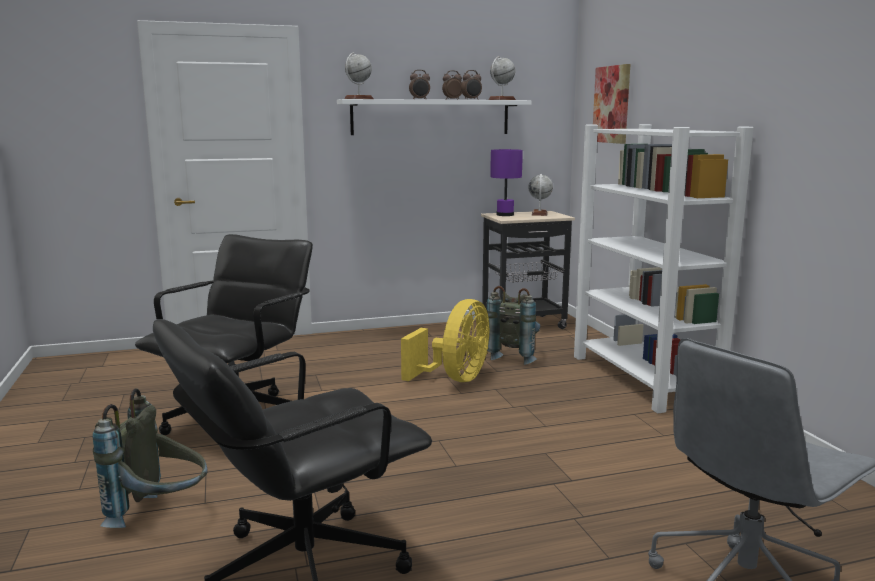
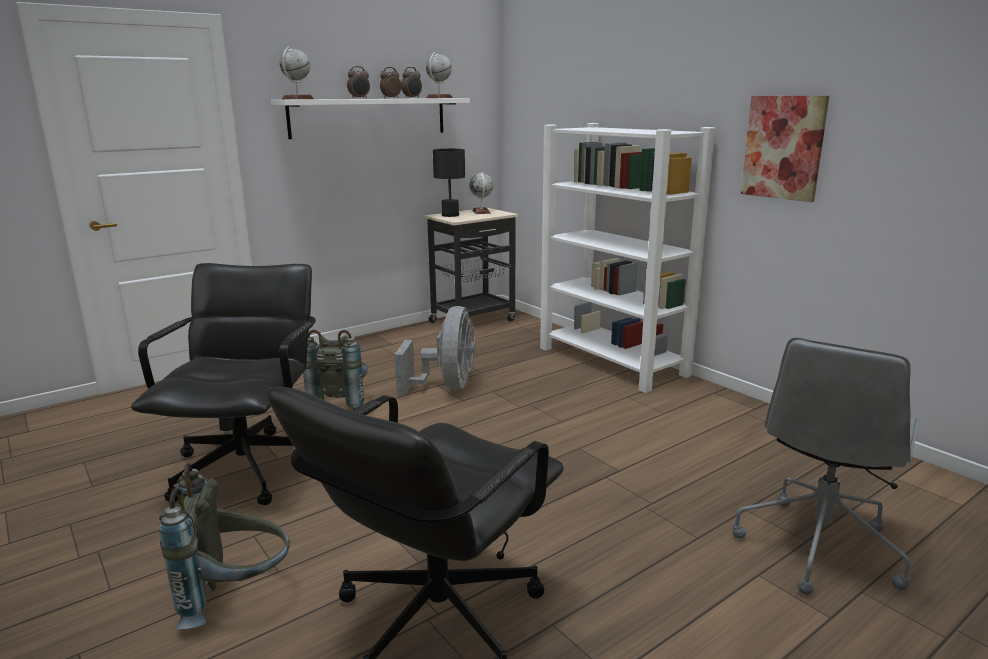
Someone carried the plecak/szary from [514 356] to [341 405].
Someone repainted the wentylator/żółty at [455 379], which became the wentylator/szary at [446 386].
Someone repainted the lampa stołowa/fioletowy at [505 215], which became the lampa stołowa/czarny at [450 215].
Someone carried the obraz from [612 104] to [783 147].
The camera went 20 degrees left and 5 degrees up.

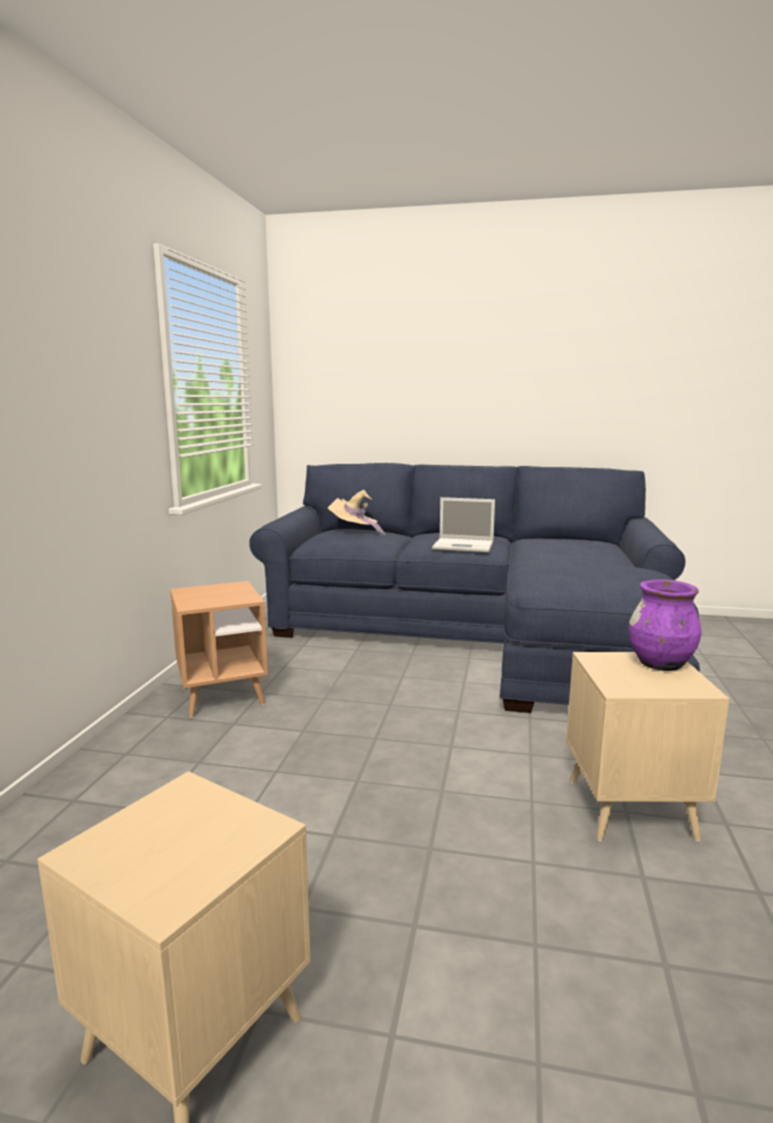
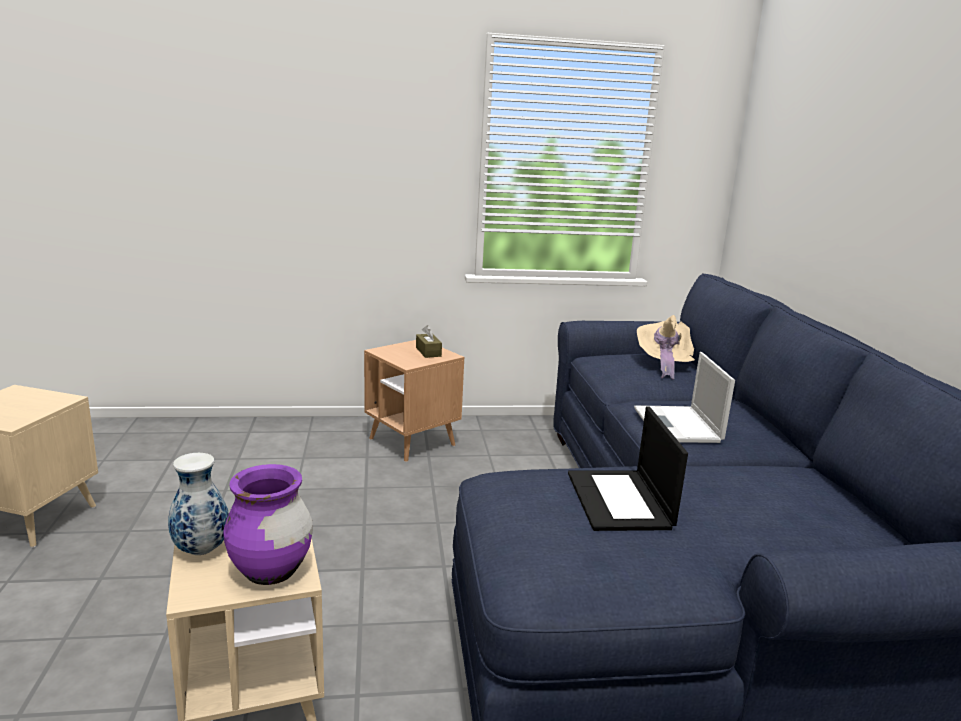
Someone put down the wazon at [200 549].
Someone put down the pudełko chusteczek/brązowy at [428 352].
Someone put down the laptop at [620 501].
The camera went 70 degrees right and 5 degrees up.

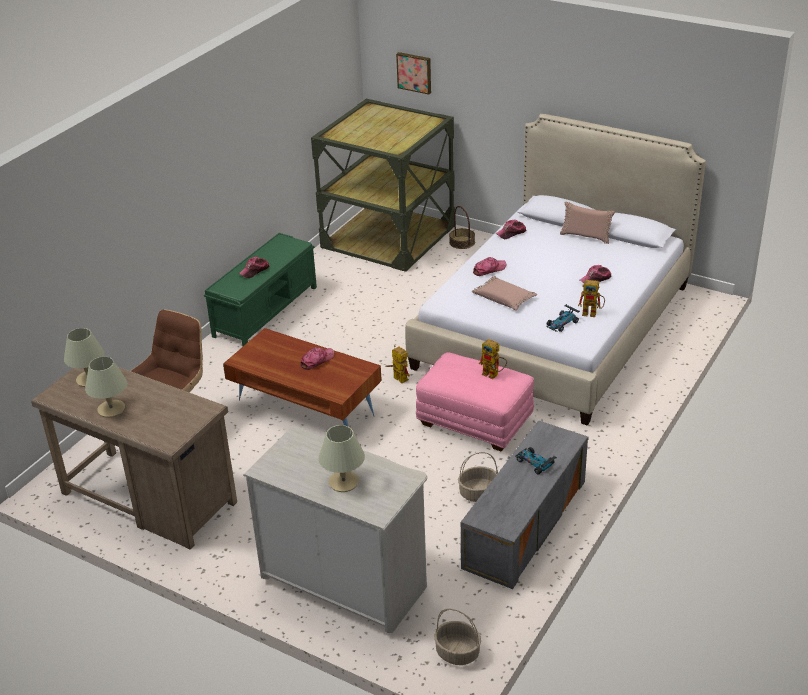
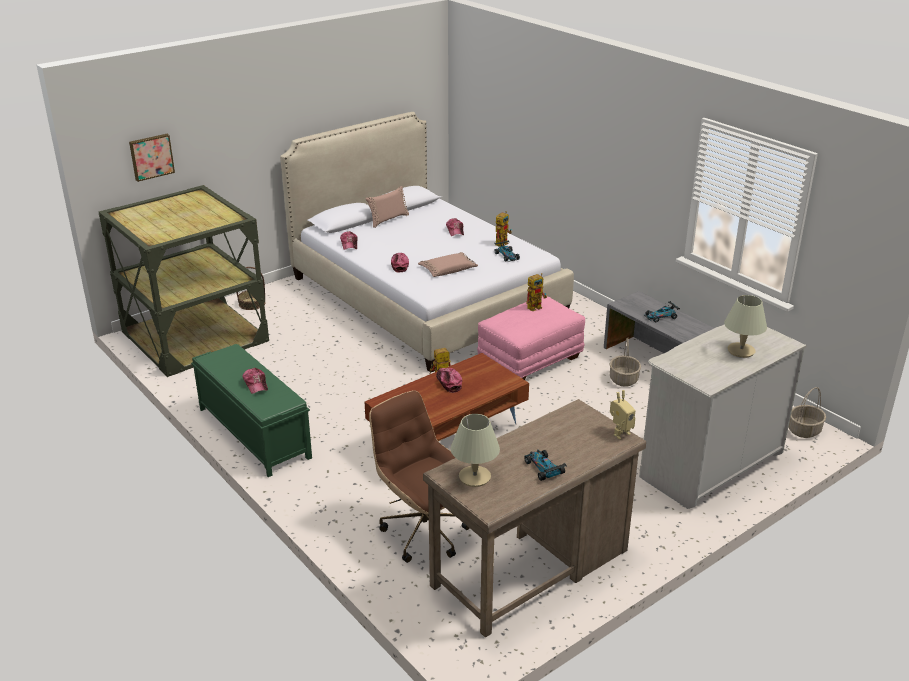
Someone swapped the lampa stołowa/beżowy at [111 409] for the samochodzik at [543 468].
Someone put down the robot zabawkowy at [620 433].
The camera went 70 degrees left and 5 degrees down.

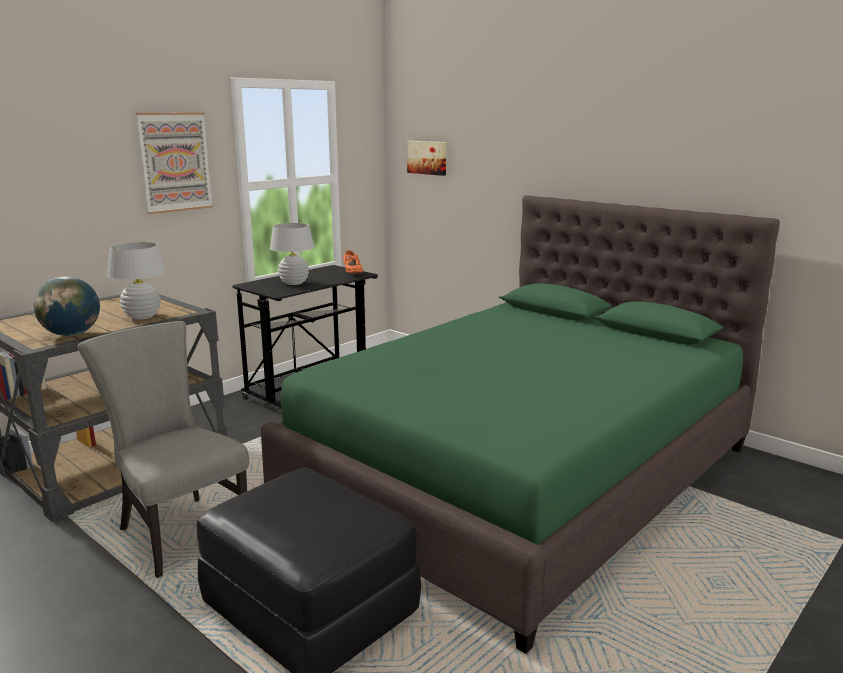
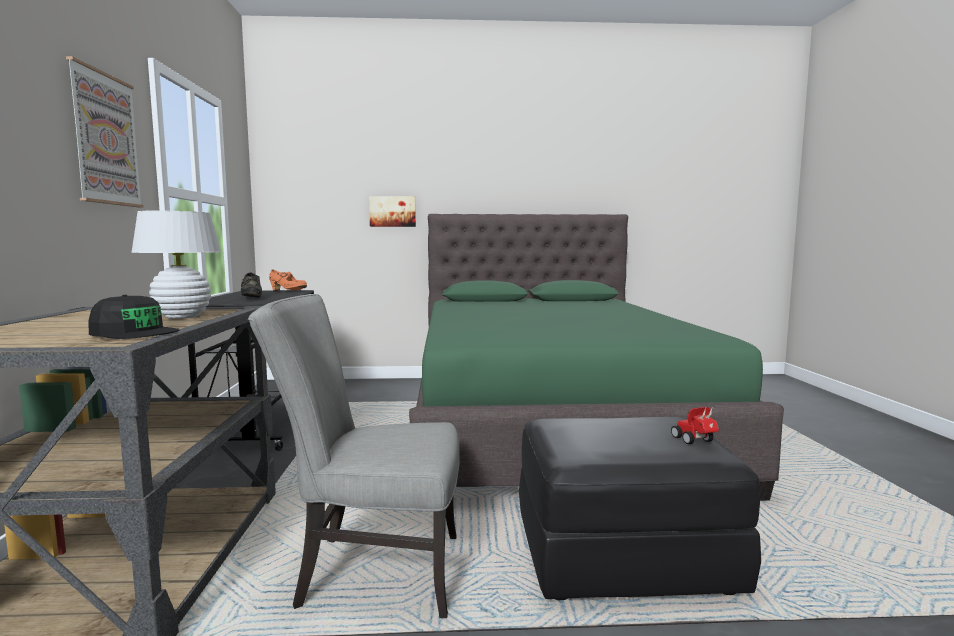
Someone swapped the globus at [71 334] for the czapka z daszkiem/czarny at [135 332].
Someone swapped the lampa stołowa/biały at [294 283] for the but/czarny at [252 298].
Someone carried the obraz from [427 157] to [392 211].
Someone put down the samochodzik at [696 441].
The camera went 45 degrees left and 10 degrees down.

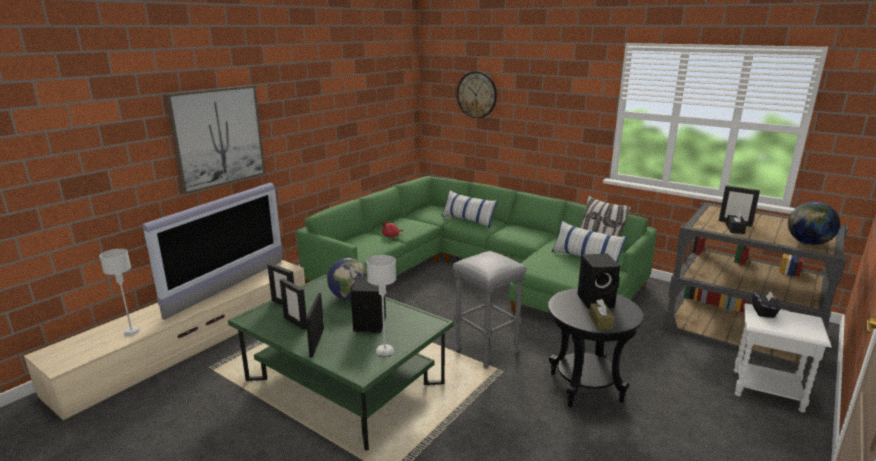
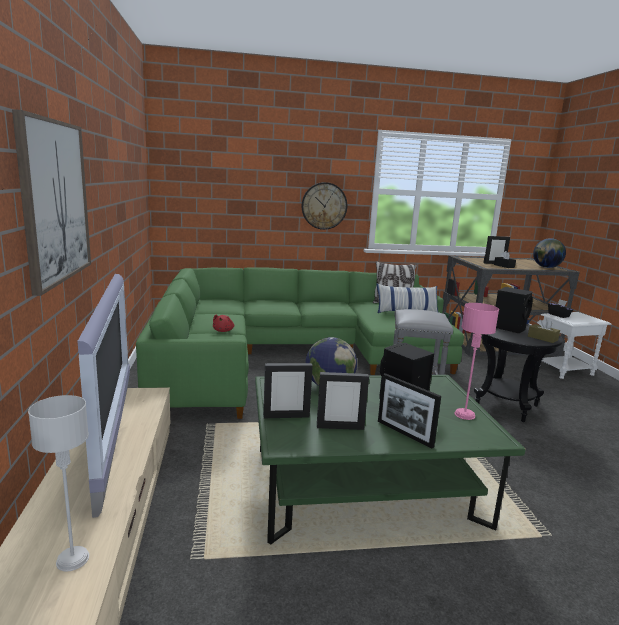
Someone carried the zegar ścienny from [477 94] to [324 206].
Someone repainted the lampa stołowa/szary at [384 350], which became the lampa stołowa/różowy at [464 414].
Someone took away the poduszka at [468 220].
The camera went 45 degrees left and 5 degrees down.

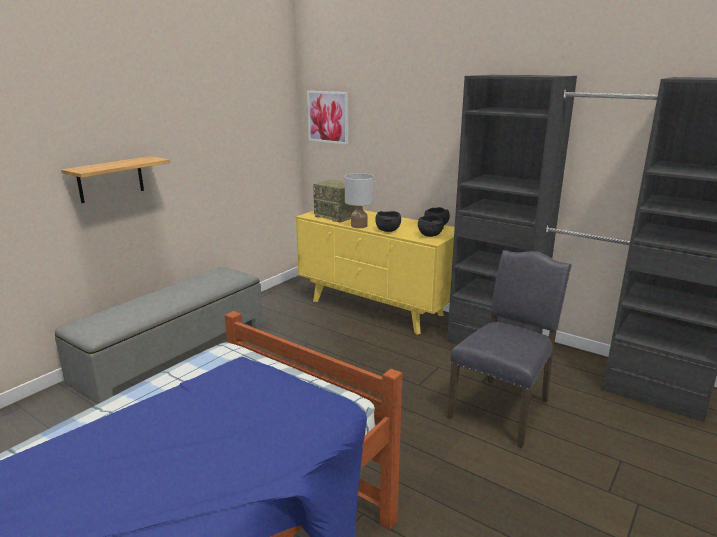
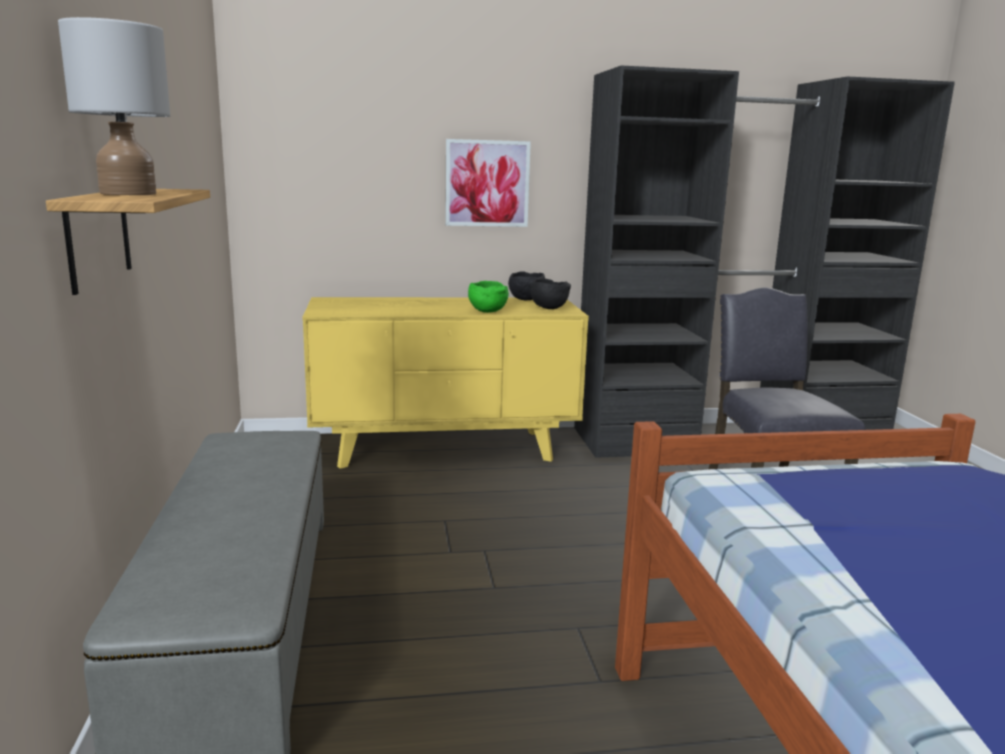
Someone carried the lampa stołowa/szary from [359 226] to [129 194].
Someone carried the obraz from [328 117] to [487 183].
Someone repainted the miska/czarny at [388 230], which became the miska/zielony at [486 311].
Someone took away the radio at [337 216].
The camera went 45 degrees left and 5 degrees down.

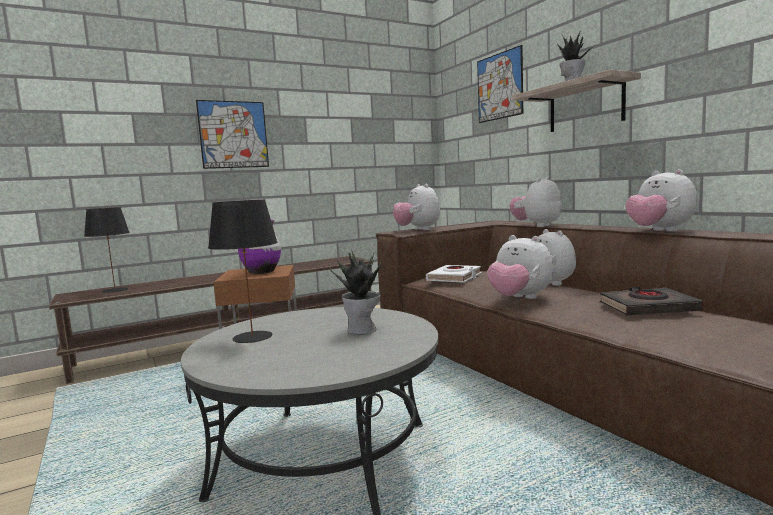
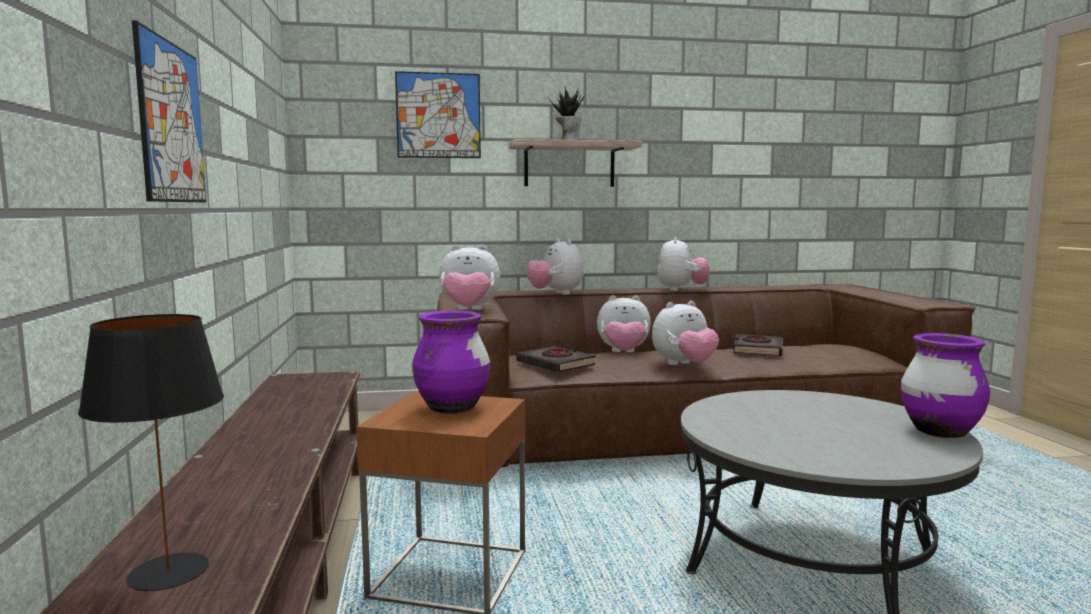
Someone repainted the książka/biały at [454 278], which became the książka/czarny at [555 364].
Someone rotated the pluszak at [659 231] by 75 degrees counterclockwise.
Someone put down the wazon/fioletowy at [940 432].
Someone took away the lampa stołowa/czarny at [253 337].
Someone took away the roślina doniczkowa at [363 330].
The camera went 70 degrees left and 0 degrees up.

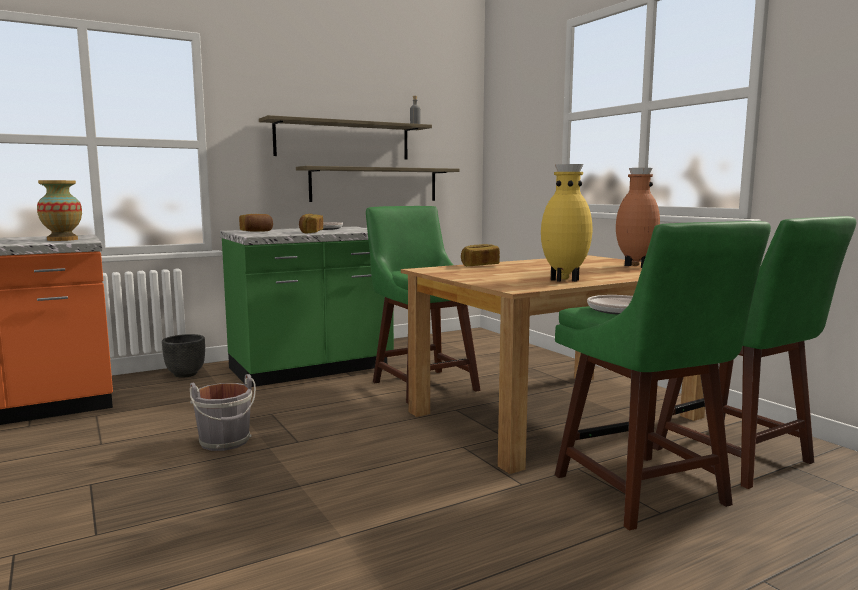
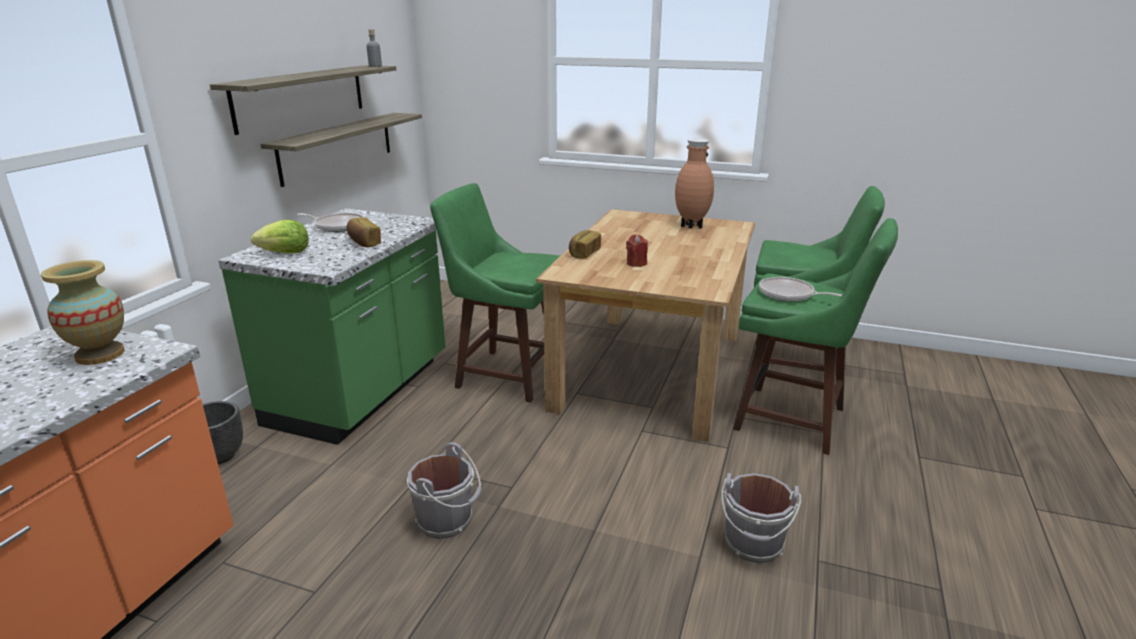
Someone swapped the chleb at [257 231] for the sałata at [285 253].
Someone put down the świeca/czerwony at [636 263].
Someone put down the wiadro/szary at [753 545].
Someone took away the wazon/żółty at [564 280].
The camera went 40 degrees left and 15 degrees up.

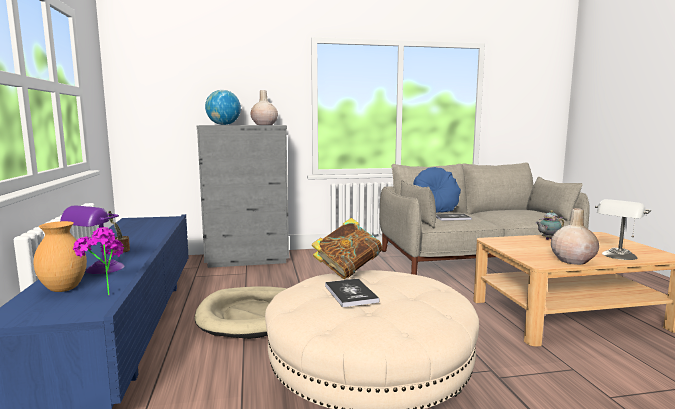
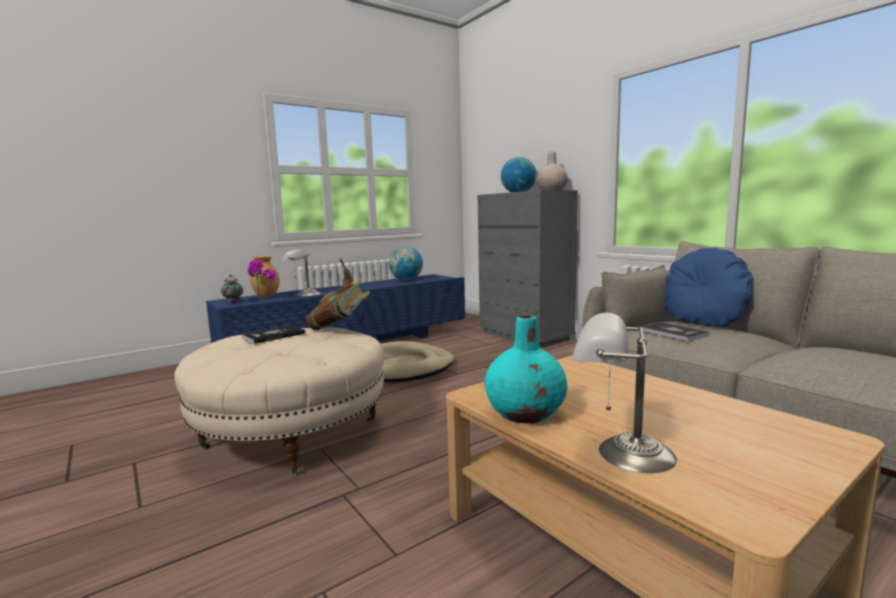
Someone carried the imbryk from [548 239] to [233 302].
Someone repainted the lampa stołowa/fioletowy at [99 270], which became the lampa stołowa/biały at [303 294].
Someone put down the globus at [406 280].
Someone repainted the wazon/beżowy at [572 260], which became the wazon/turkusowy at [526 413].
The camera went 65 degrees right and 0 degrees up.

